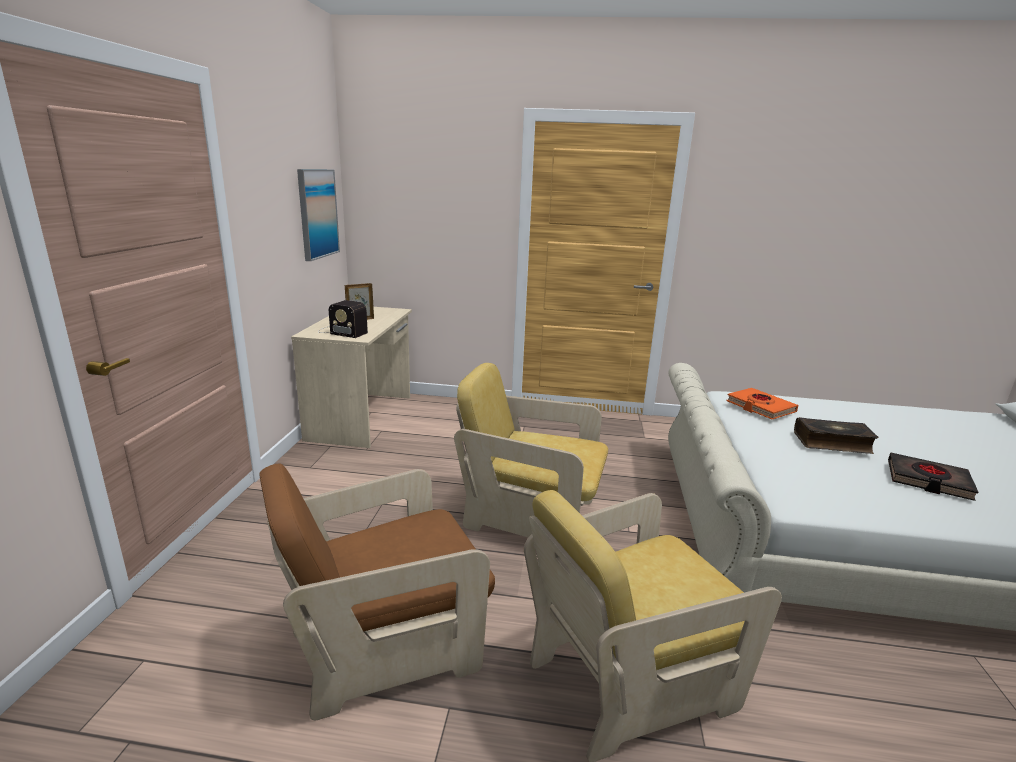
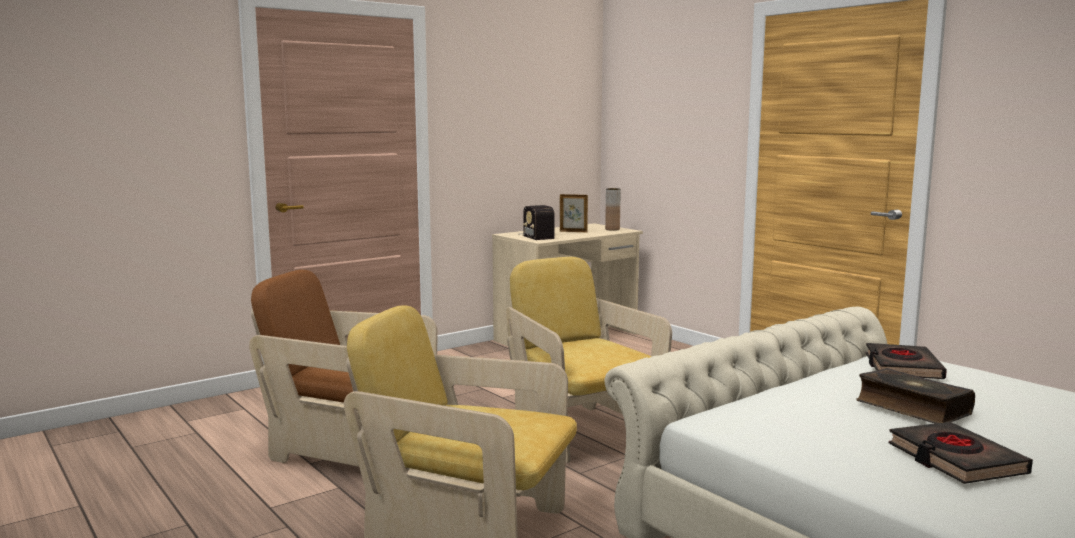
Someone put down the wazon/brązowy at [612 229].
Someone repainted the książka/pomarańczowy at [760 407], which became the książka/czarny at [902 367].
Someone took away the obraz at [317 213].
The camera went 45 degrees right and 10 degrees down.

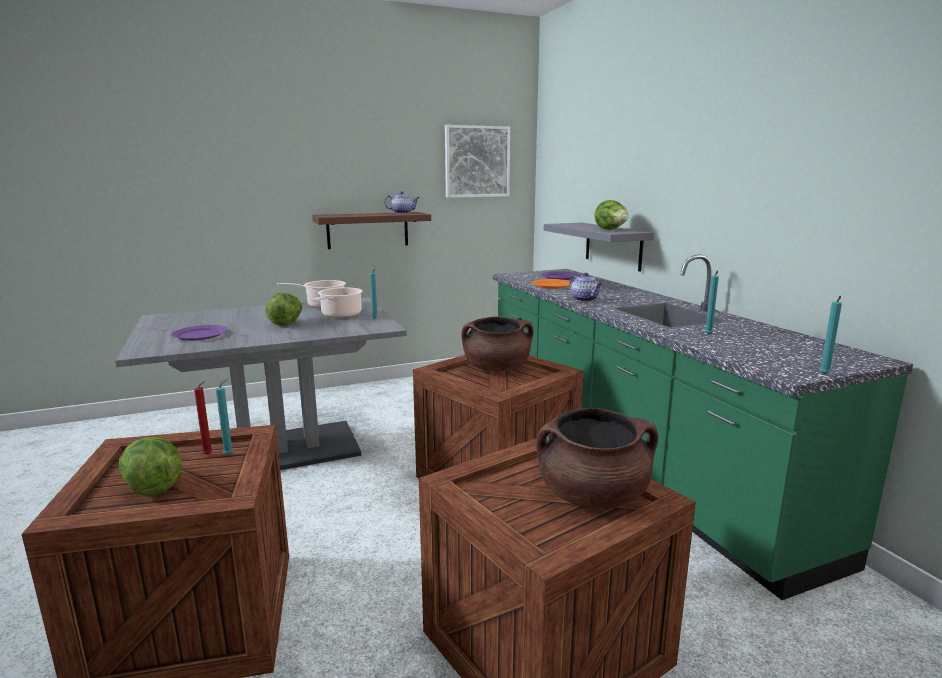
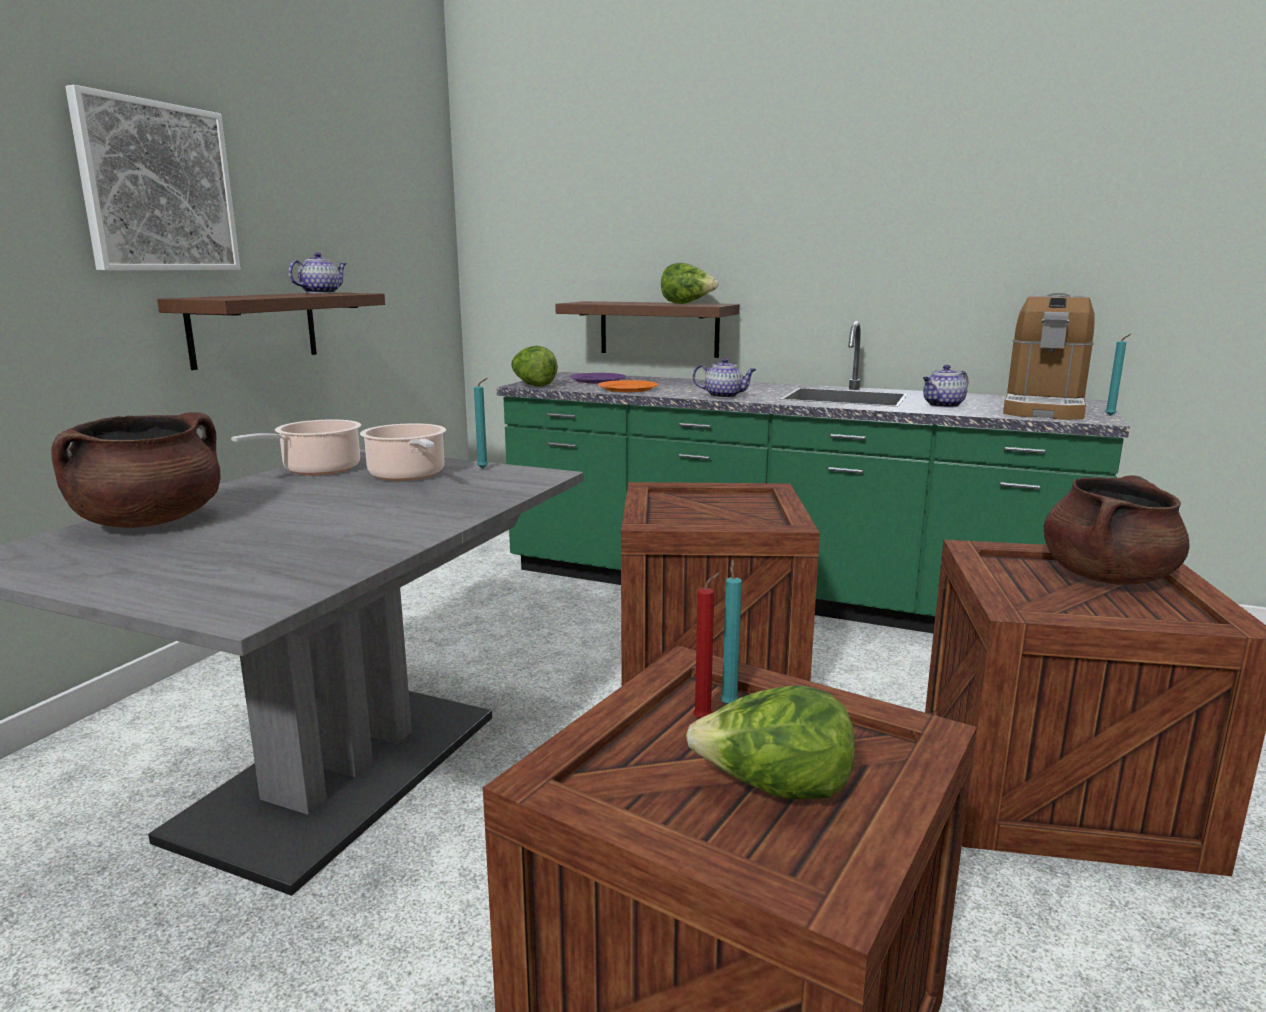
Someone carried the garnek/brązowy from [496 368] to [150 522].
Someone carried the obraz from [477 162] to [158 187].
Someone carried the sałata from [286 323] to [533 385].
Someone repainted the półka/szary at [613 245], which became the półka/brązowy at [659 329].
Someone swapped the świeca/turkusowy at [708 335] for the imbryk at [943 405].
Someone put down the ekspres do kawy at [1043 408].
Someone took away the talerz/fioletowy at [200 335].
The camera went 45 degrees left and 0 degrees up.

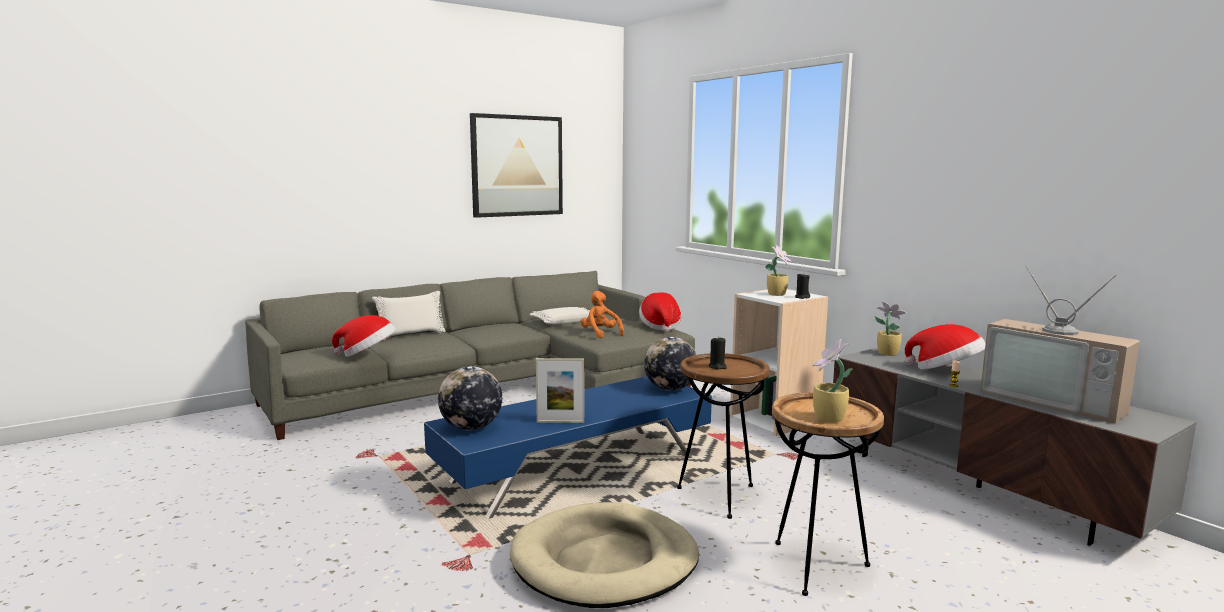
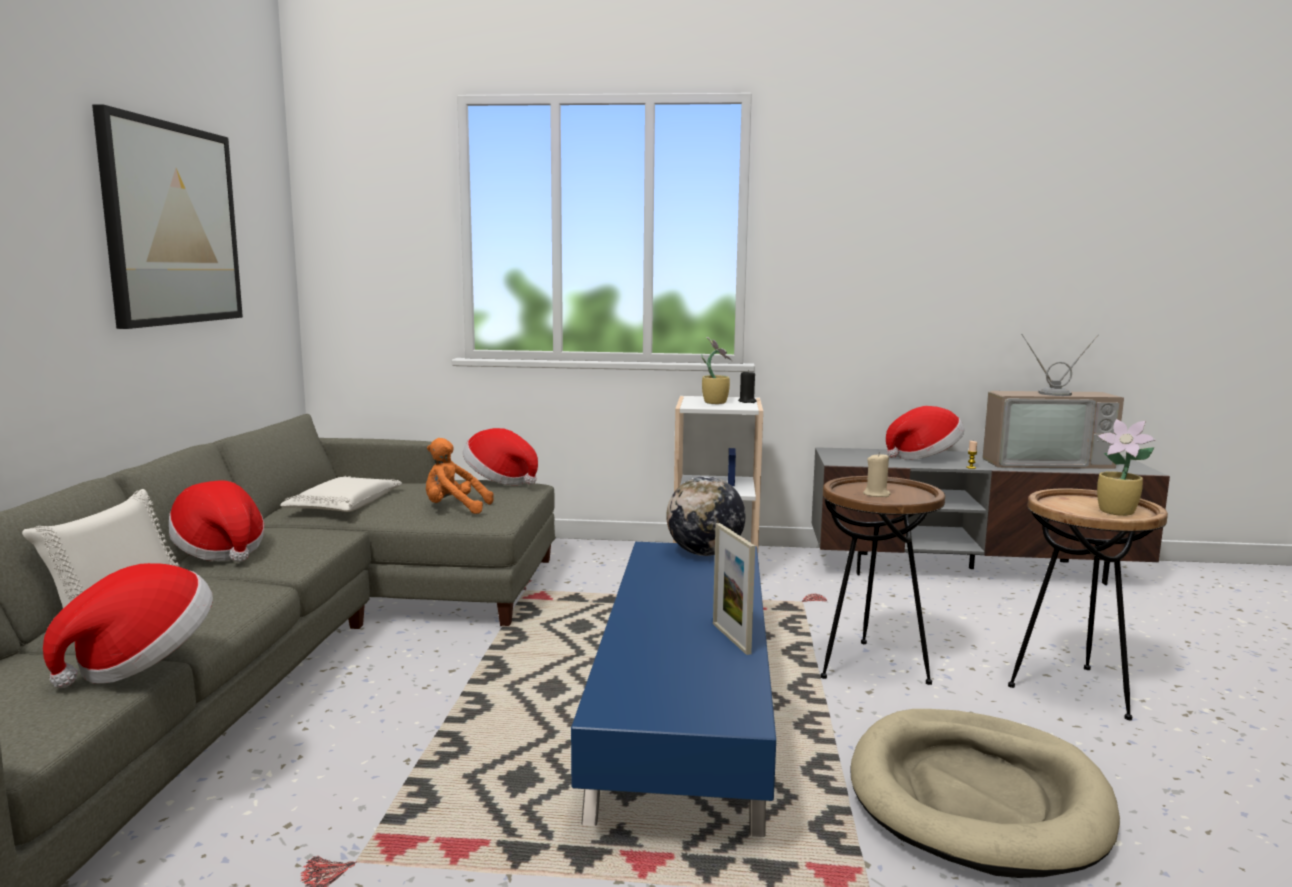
Someone put down the kapelusz at [219 551].
Someone rotated the ramka na zdjęcie at [560 422] by 120 degrees clockwise.
Someone repainted the świeca/czarny at [717 367], which became the świeca/beżowy at [876 494].
Someone took away the globus at [471 428].
Someone took away the roślina doniczkowa at [887 353].
The camera went 50 degrees left and 0 degrees up.

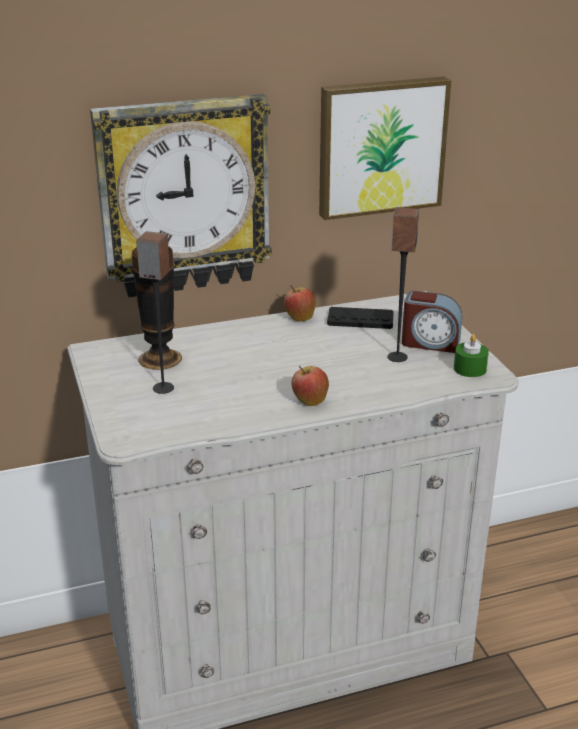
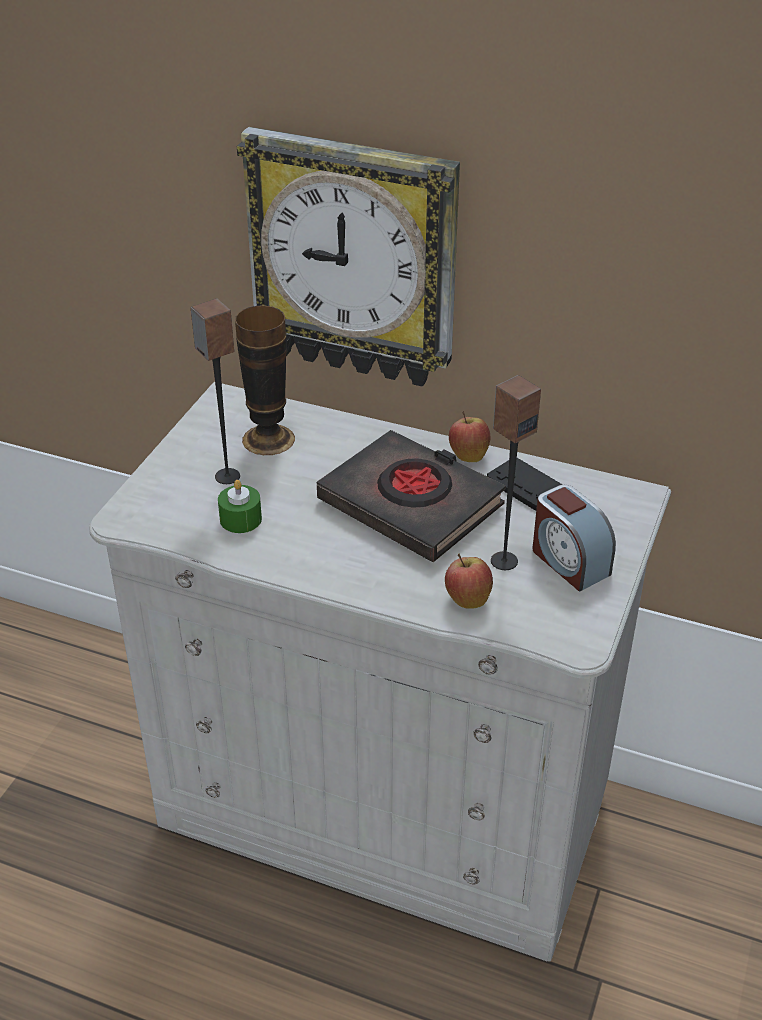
Someone carried the świeca/zielony from [470 368] to [240 519].
Someone put down the książka/czarny at [411 503].
Someone carried the jabłko from [309 401] to [467 599].
Someone took away the obraz at [380 146].
The camera went 40 degrees right and 10 degrees up.

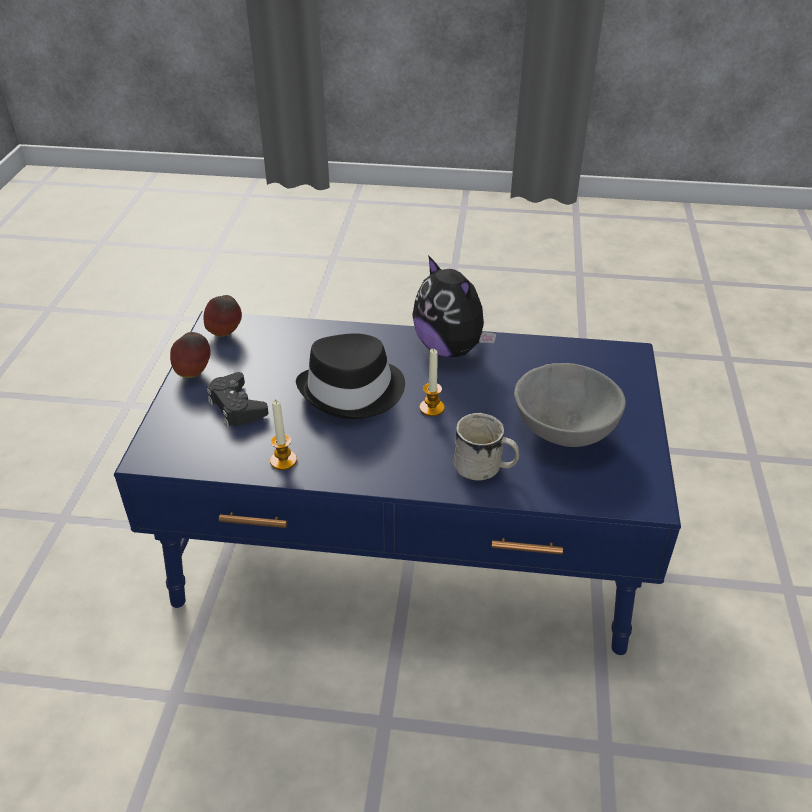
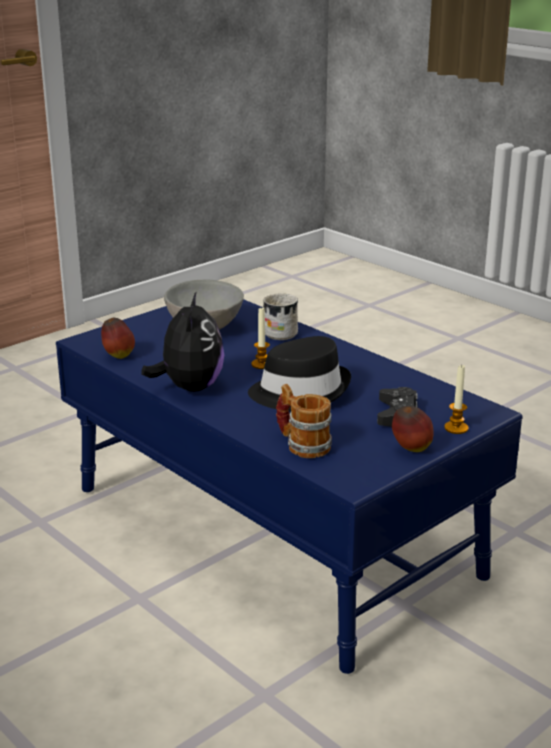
Someone carried the jabłko from [225 333] to [118 356].
Someone put down the kubek at [302 444].
Someone carried the świeca from [283 460] to [456 428].
The camera went 140 degrees left and 15 degrees down.

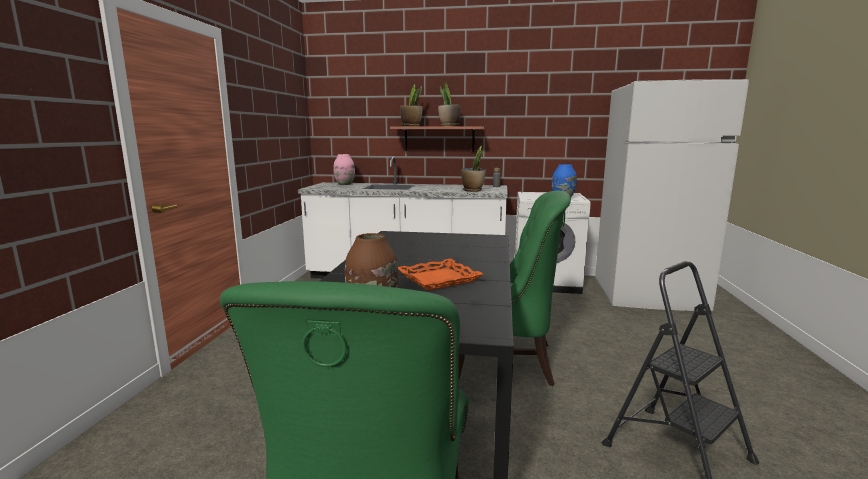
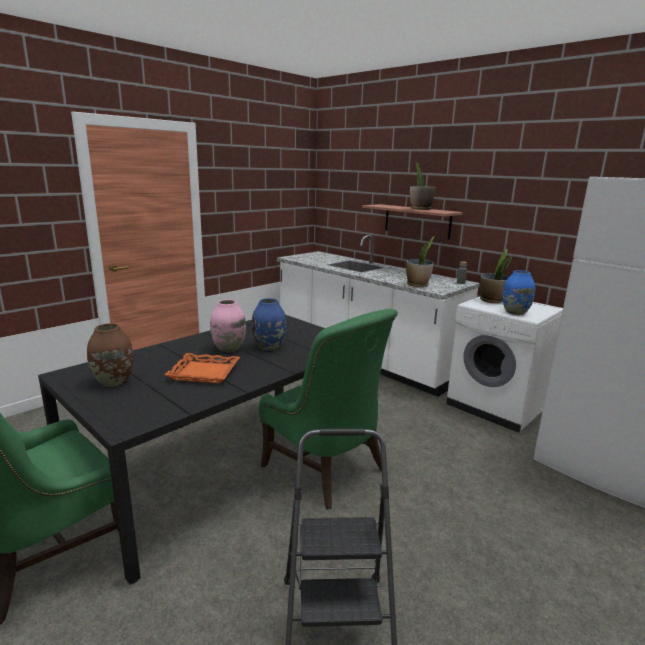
Someone carried the wazon/różowy from [344 184] to [228 348].
Someone put down the wazon/niebieski at [269 346].
Someone carried the roślina doniczkowa from [411 126] to [492 300].
The camera went 35 degrees right and 5 degrees up.

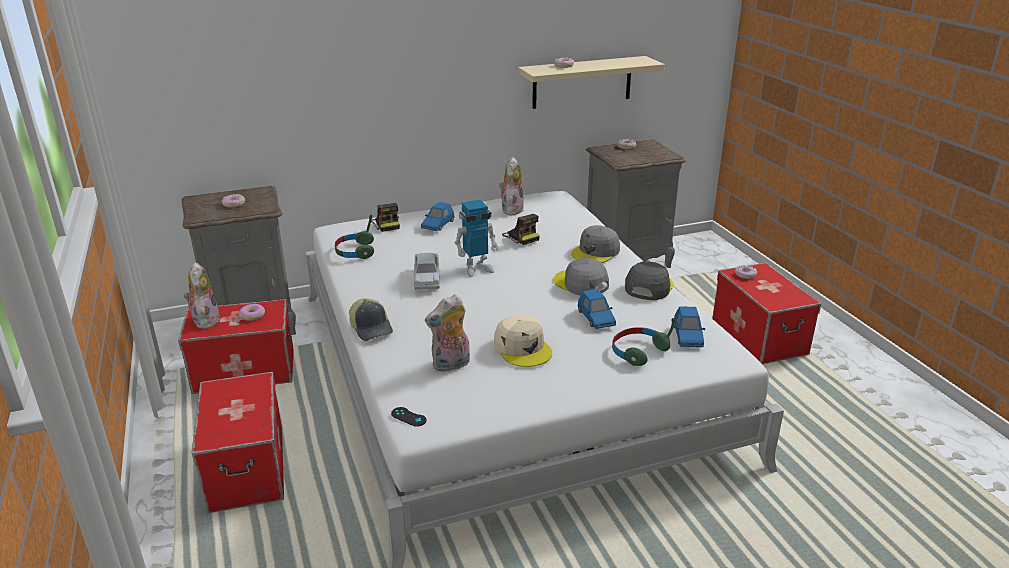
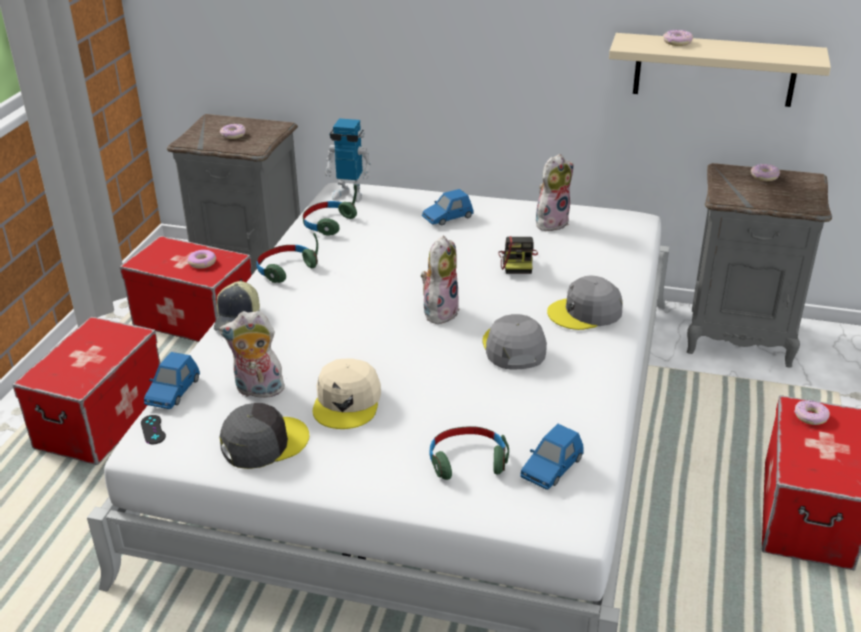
Someone carried the samochodzik/niebieski from [596 318] to [173 392].
Someone carried the czapka z daszkiem/szary from [648 287] to [264 442].
Someone put down the słuchawki/zielony at [286 269].
Someone carried the robot zabawkowy from [477 269] to [349 194].
Someone carried the pluszak from [205 320] to [439 311].
Someone took away the aparat fotograficzny at [387 224].
Someone took away the samochodzik/biały at [427 278].
The camera went 35 degrees right and 5 degrees up.

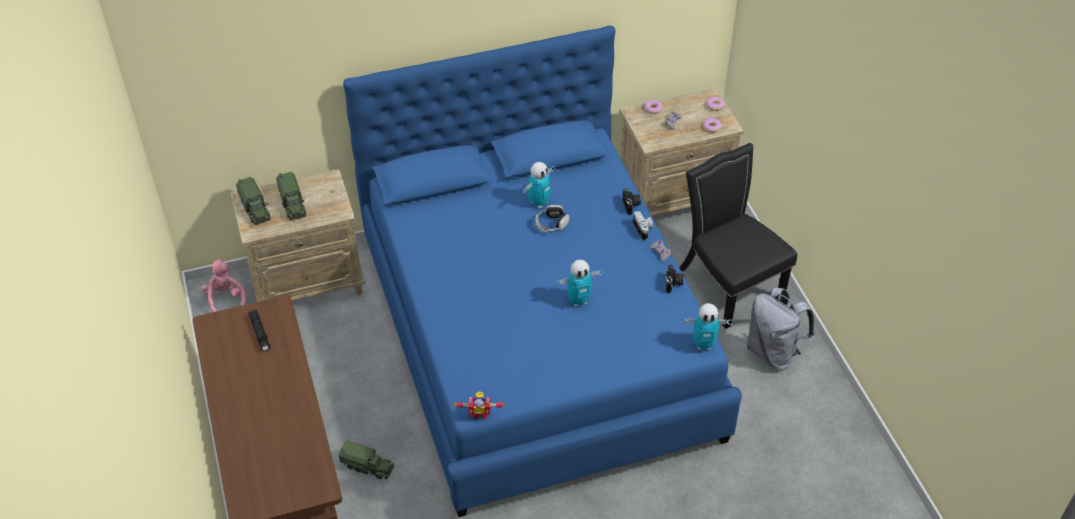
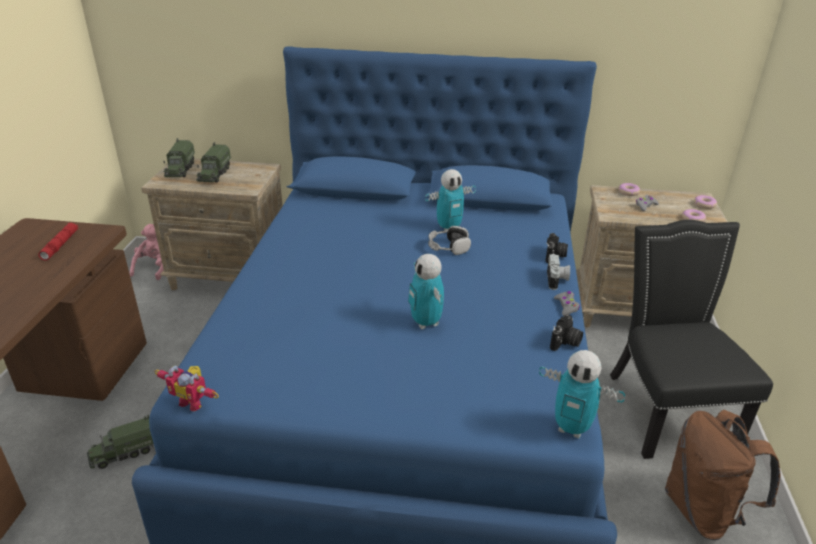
Someone repainted the latarka/czarny at [260 332], which became the latarka/czerwony at [60 245].
Someone rotated the ciężarówka zabawkowa at [367 466] by 105 degrees clockwise.
Someone rotated the robot zabawkowy at [579 300] by 60 degrees clockwise.
Someone repainted the plecak/szary at [773 352], which became the plecak/brązowy at [703 511].
The camera went 25 degrees right and 15 degrees down.

